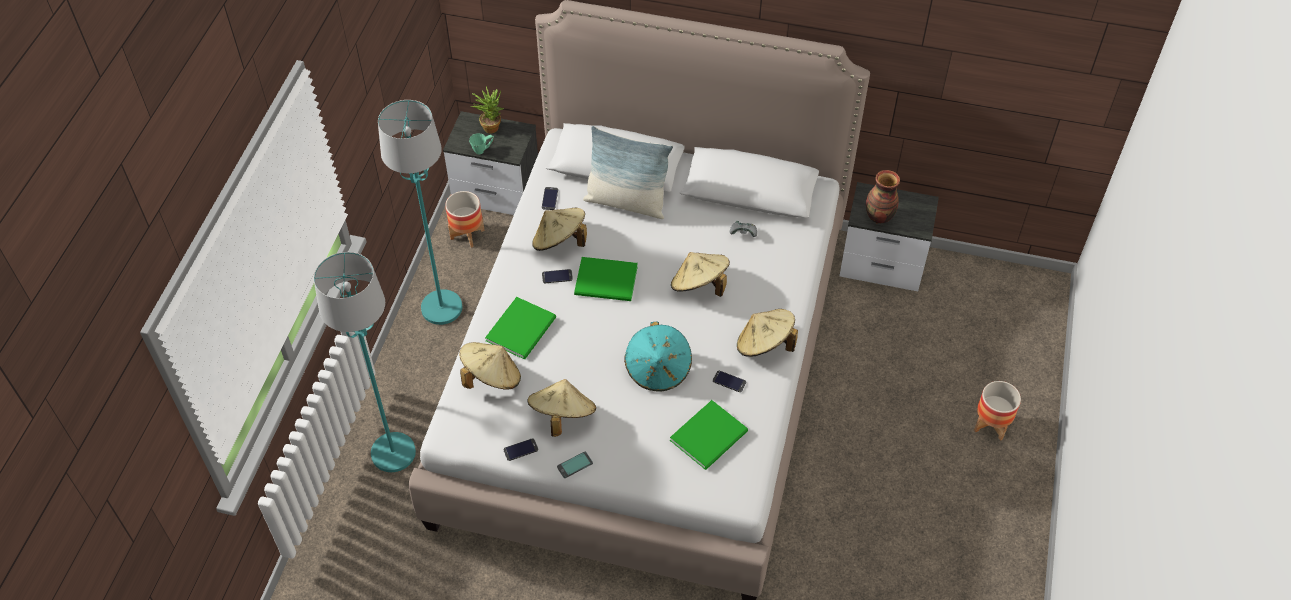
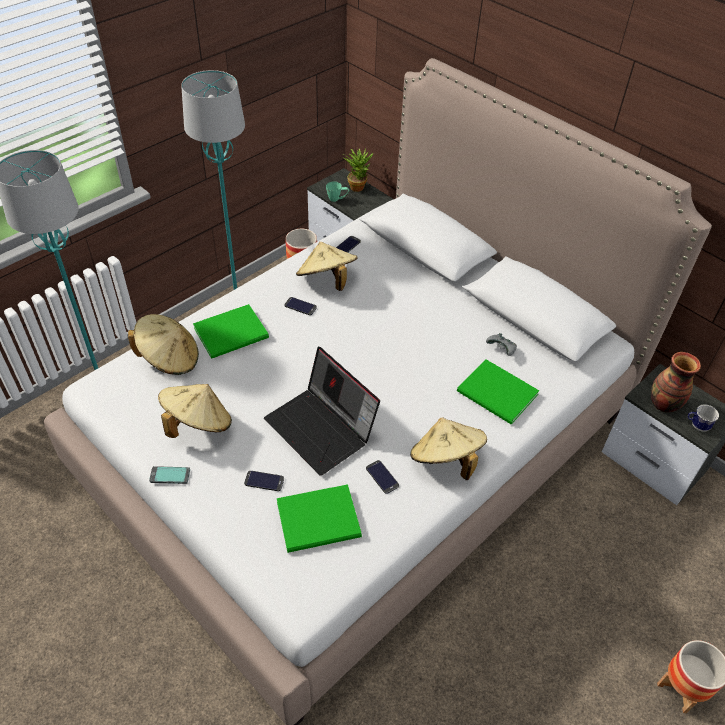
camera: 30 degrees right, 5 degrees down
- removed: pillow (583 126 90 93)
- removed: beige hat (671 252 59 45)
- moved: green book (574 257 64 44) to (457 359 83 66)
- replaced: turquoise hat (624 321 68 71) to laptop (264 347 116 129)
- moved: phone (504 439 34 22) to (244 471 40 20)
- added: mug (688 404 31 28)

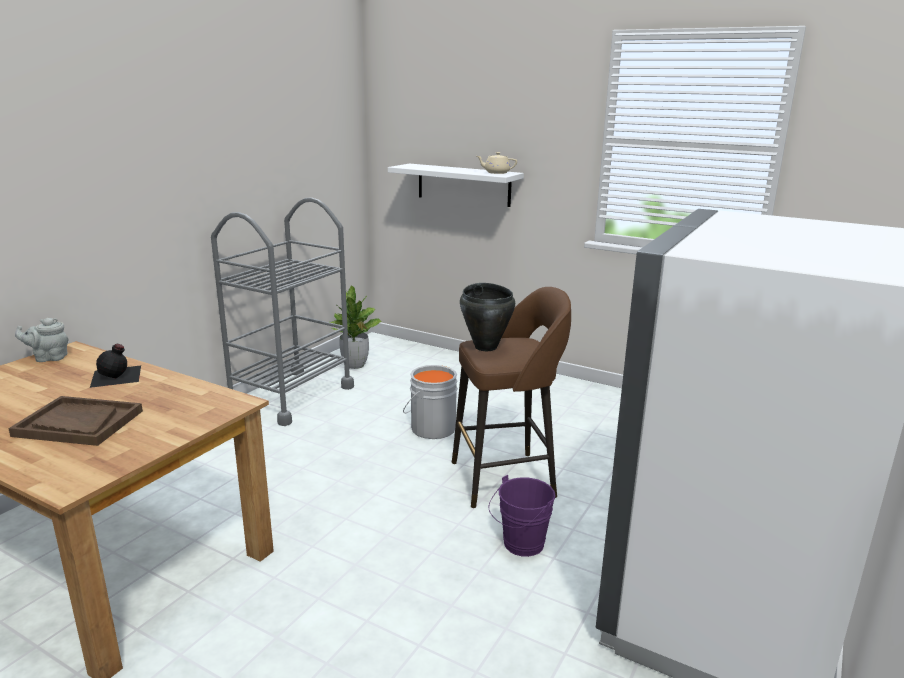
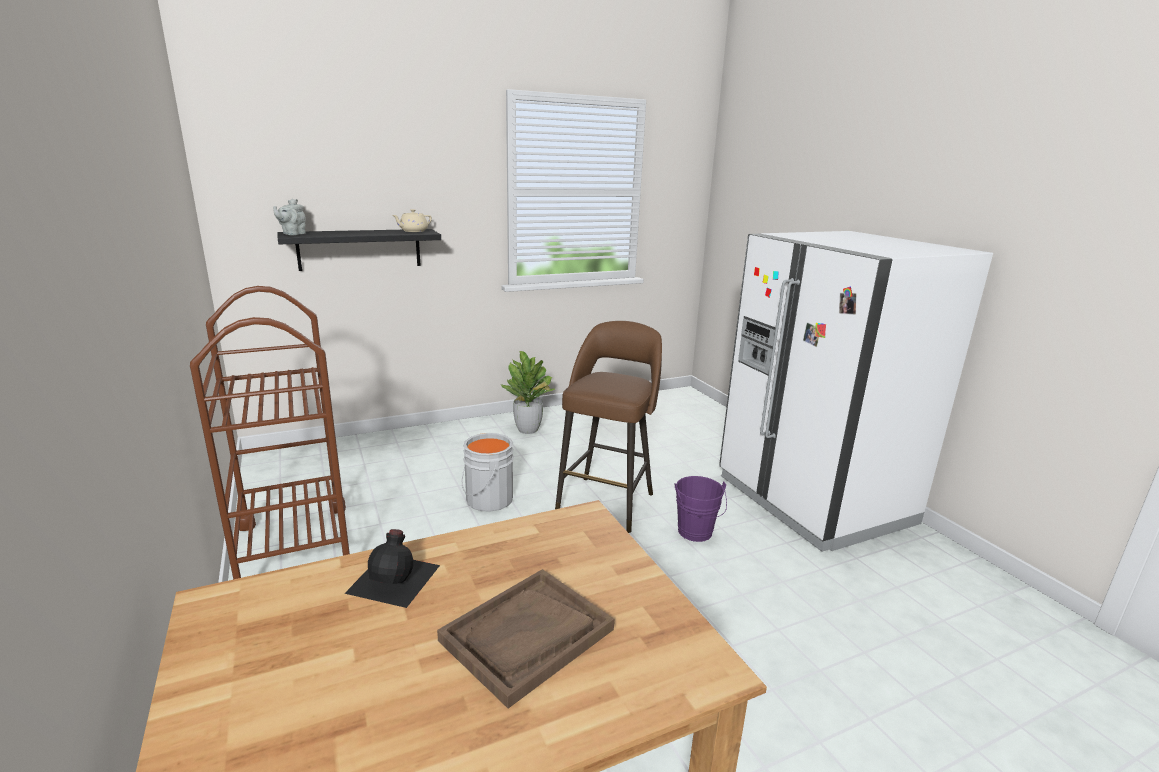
camera: 55 degrees left, 0 degrees up
- recoloured: white shelf (388 164 136 43) to black shelf (278 229 163 42)
- recoloured: grey cart (211 197 143 229) to brown cart (190 286 160 293)
- removed: black cooking pot (460 283 55 68)
- moved: potted plant (330 285 51 84) to (501 351 54 83)
- moved: grey teapot (15 318 53 44) to (273 199 33 36)

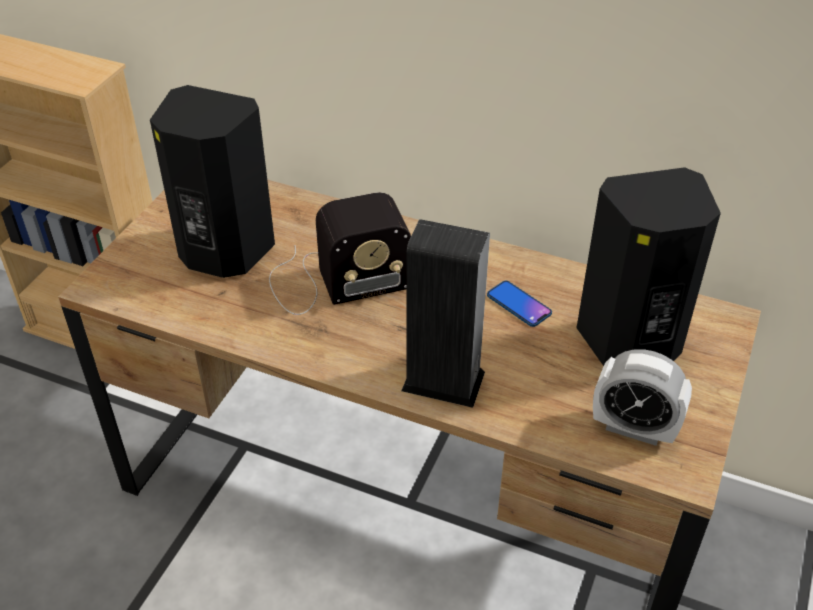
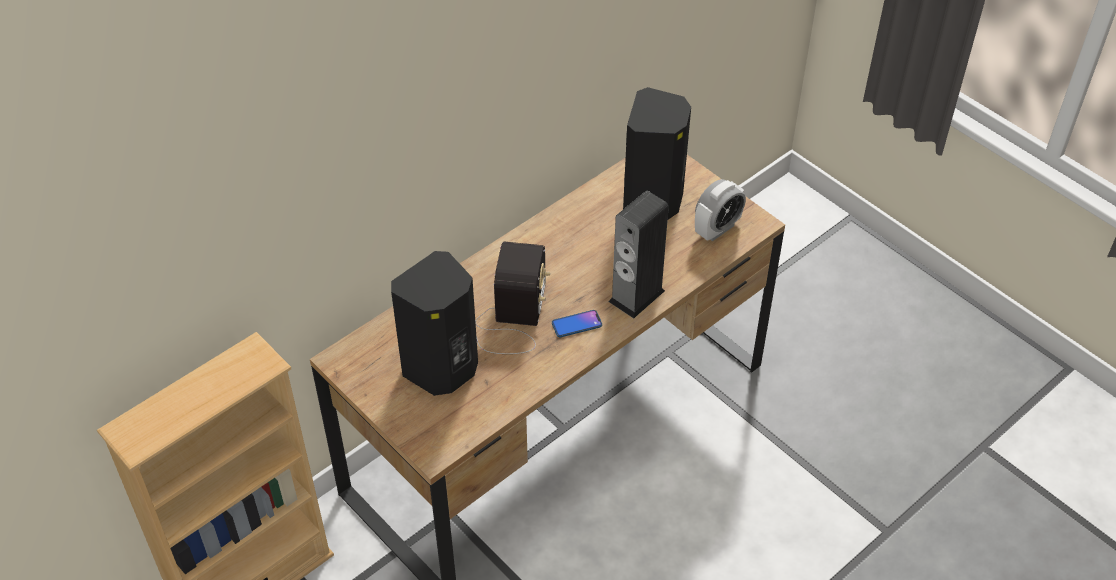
camera: 65 degrees left, 5 degrees up
- moved: phone (487 281 65 46) to (552 310 50 27)

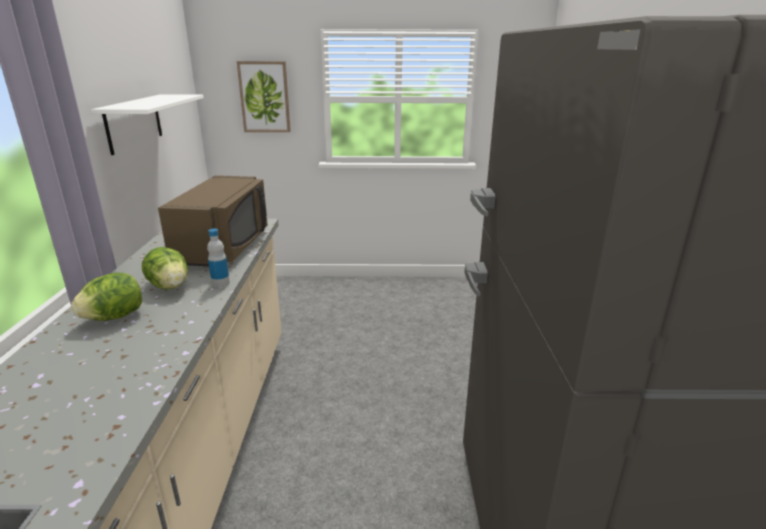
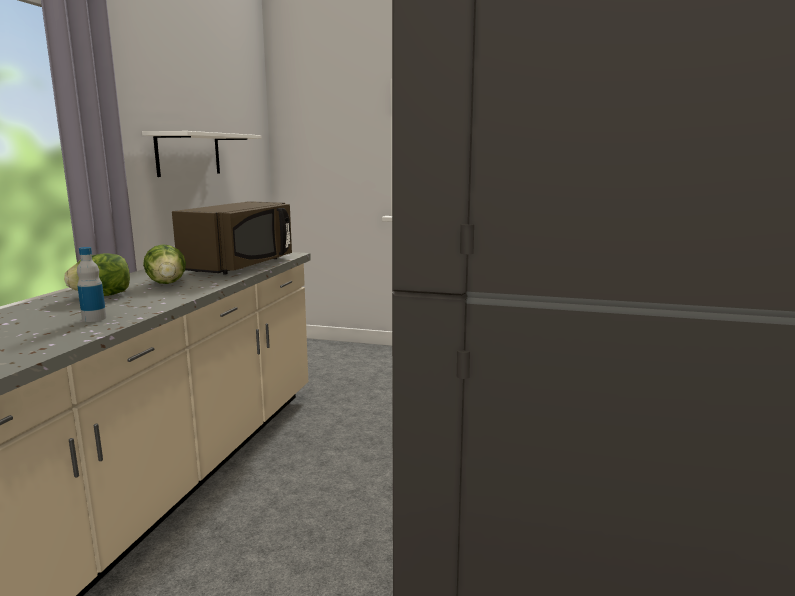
camera: 15 degrees right, 10 degrees down
- removed: picture (237 61 54 71)
- moved: bottle (207 229 23 59) to (77 247 29 75)

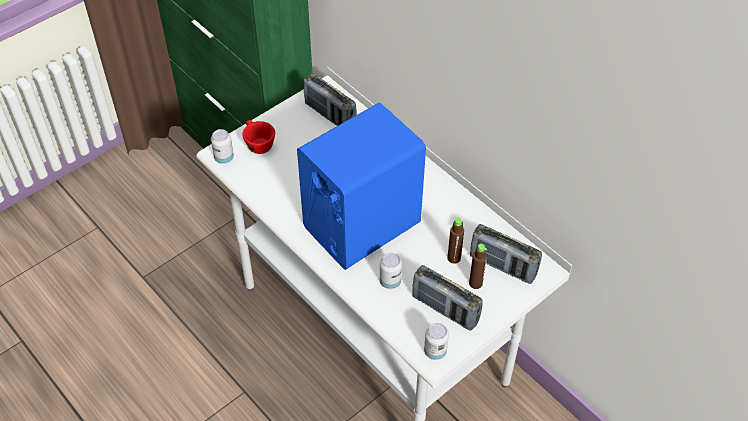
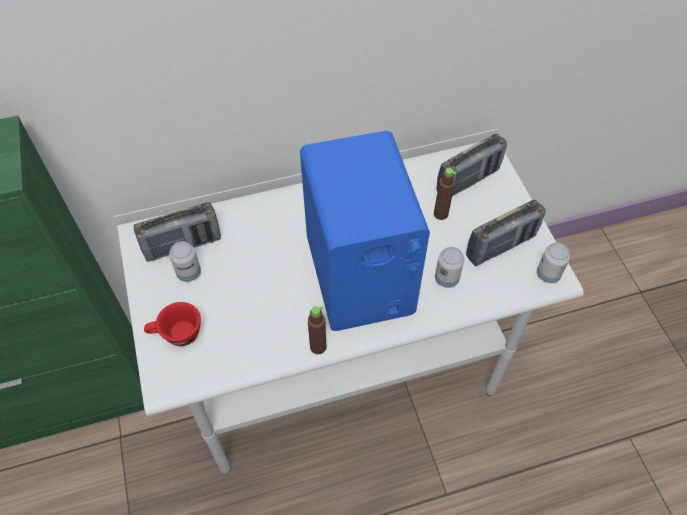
camera: 65 degrees left, 5 degrees up
- moved: can (211 129 23 35) to (169 241 32 41)
- moved: brown bottle (469 244 18 45) to (308 306 18 48)

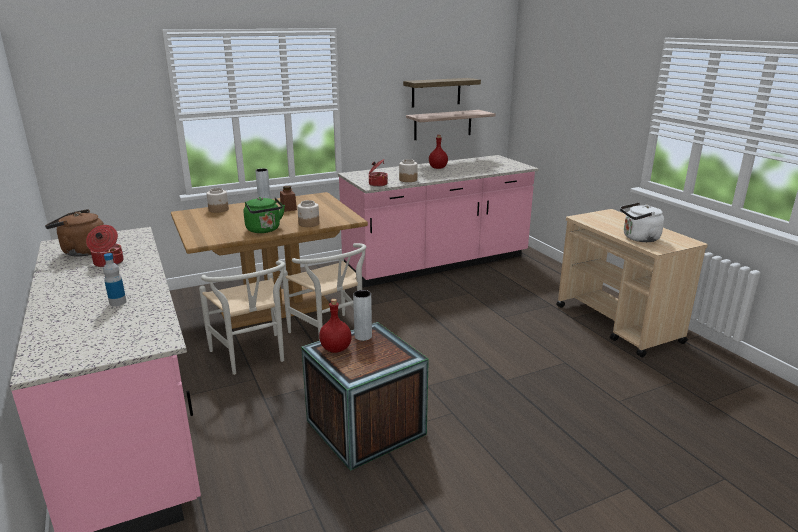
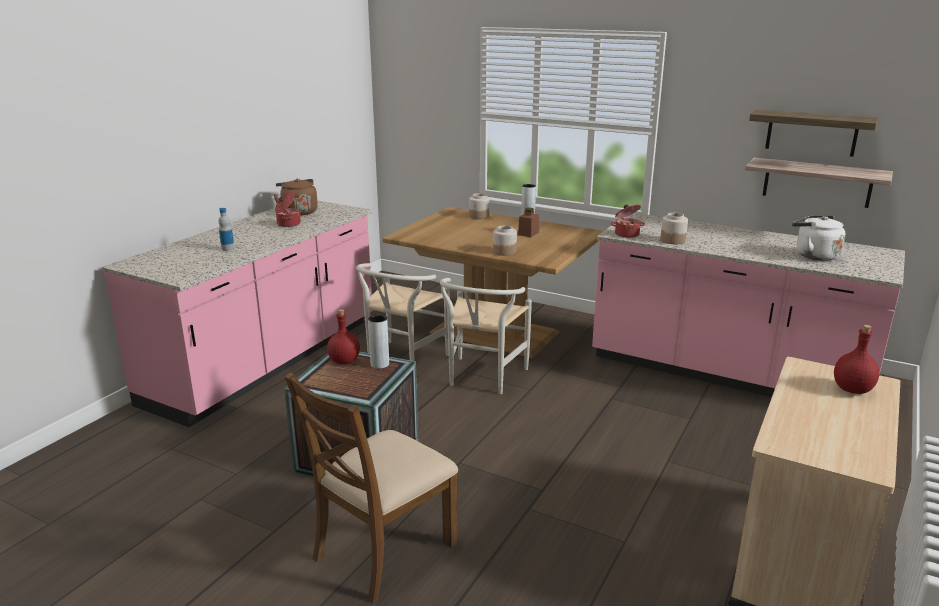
camera: 55 degrees right, 0 degrees up
- moved: red bottle (429 135 19 34) to (834 325 45 69)
- removed: green kettle (244 197 41 36)
- moved: white kettle (620 202 44 40) to (792 215 53 46)
- added: brown chair (285 372 173 232)

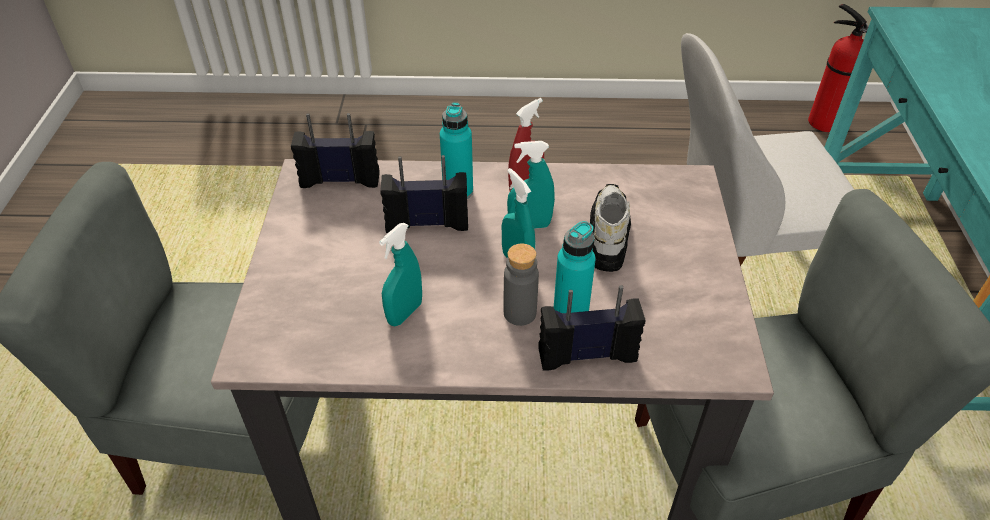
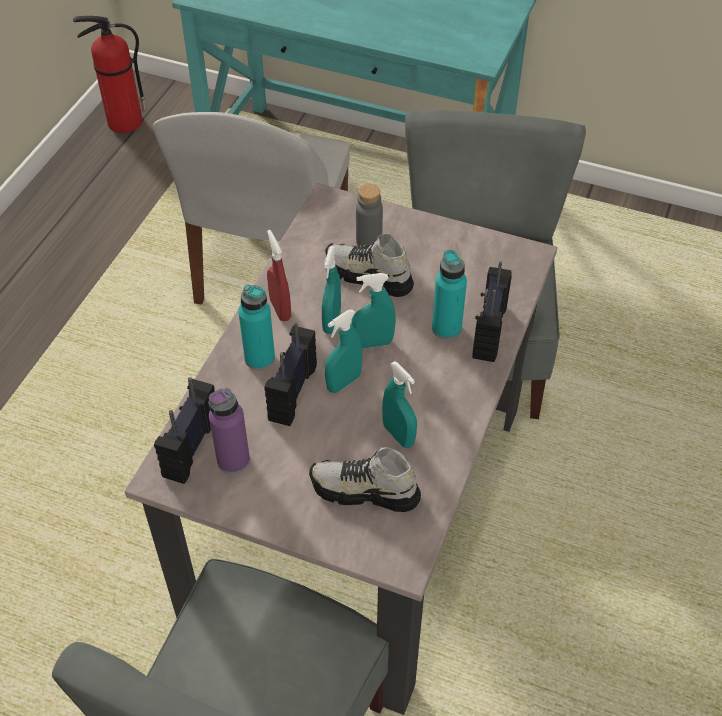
camera: 70 degrees left, 5 degrees up
- moved: grey bottle (504 244 35 82) to (356 184 27 62)
- added: turquoise spray bottle (325 309 37 84)
- added: purple bottle (208 388 42 86)
- added: shoe (309 447 112 65)

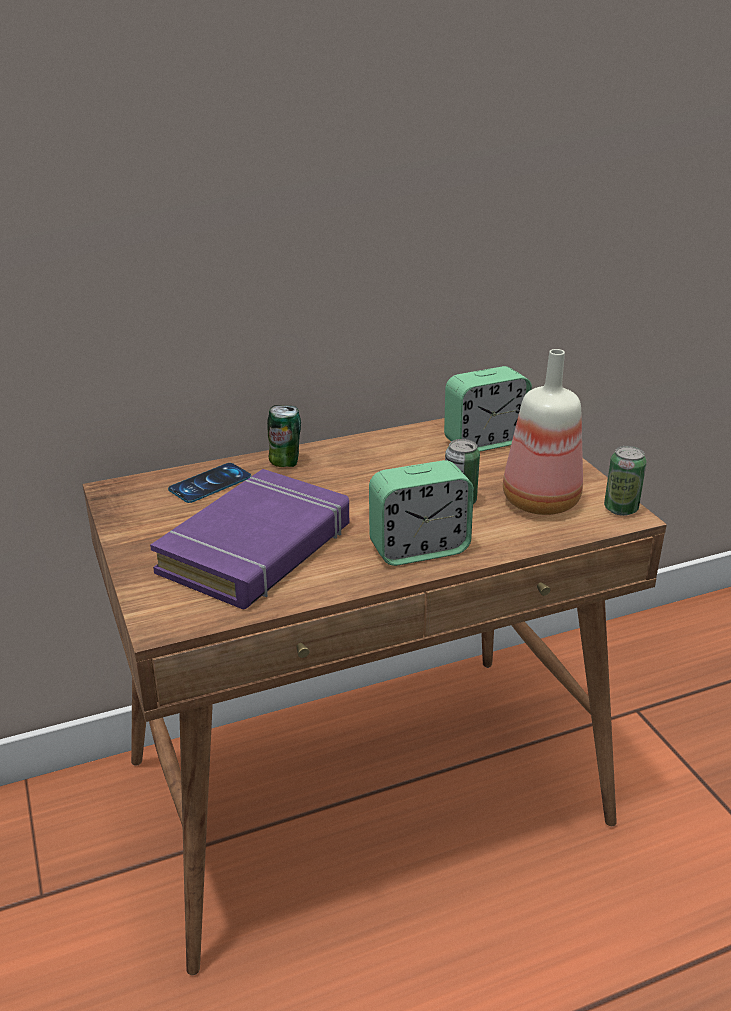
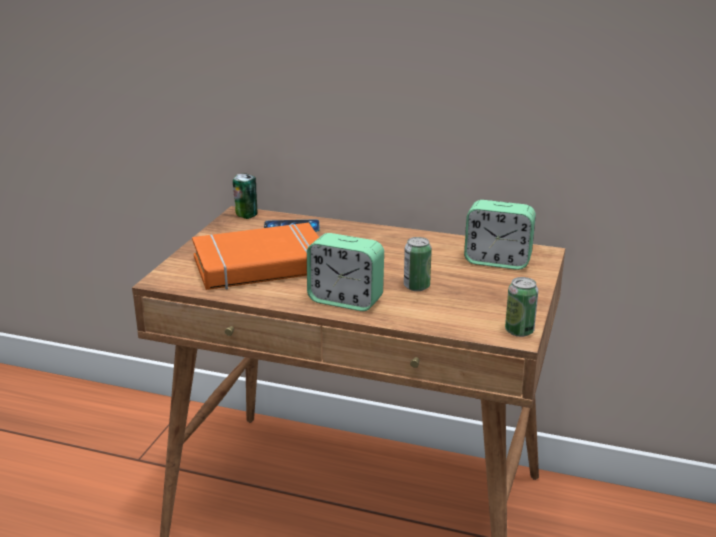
camera: 40 degrees right, 5 degrees down
- removed: bottle (503 349 80 166)
- moved: can (267 405 34 62) to (233 173 25 46)
- recoloured: purple book (150 469 199 140) to orange book (192 223 127 67)

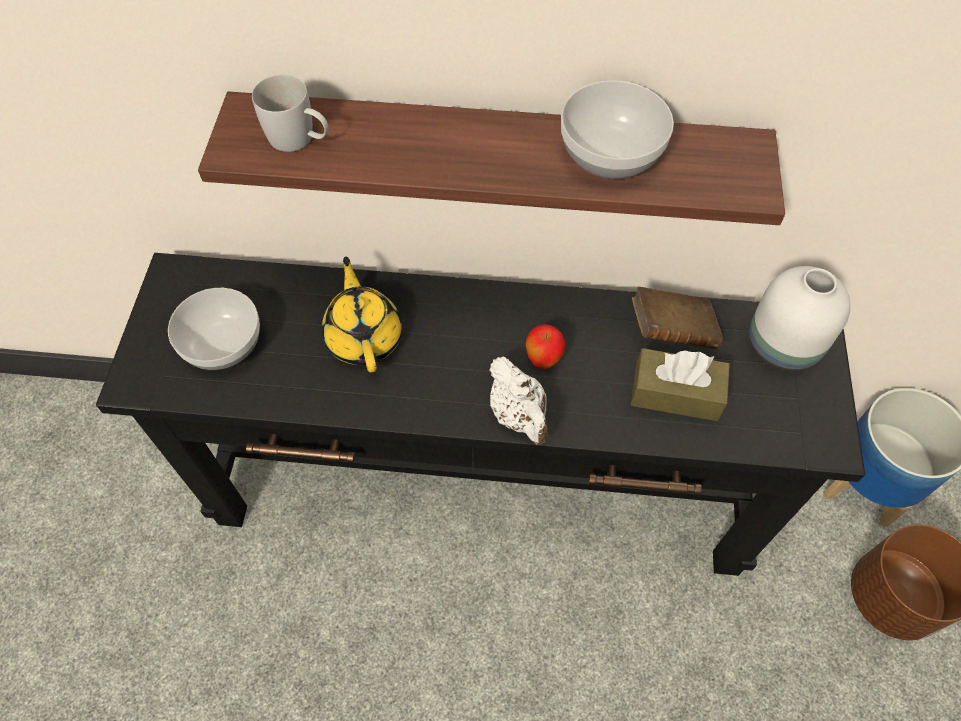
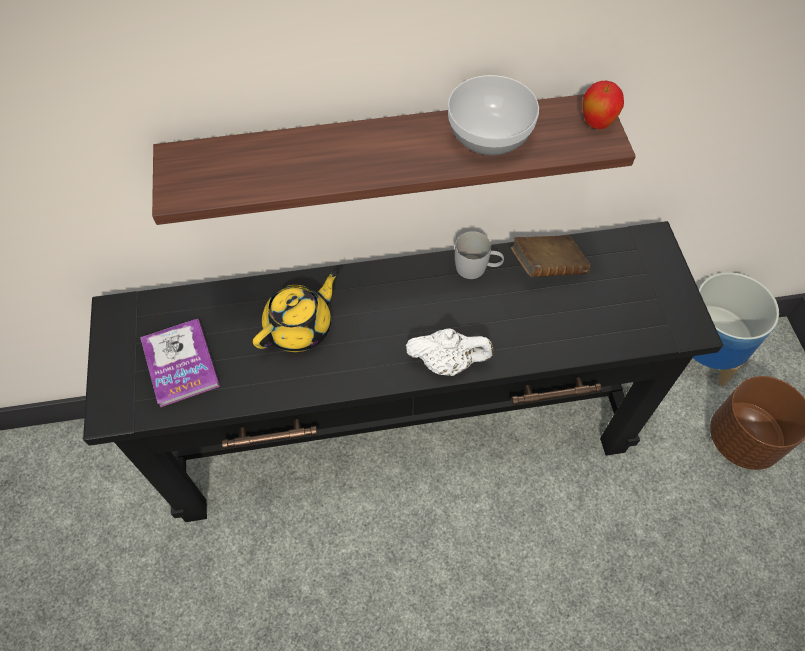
camera: 15 degrees left, 0 degrees up
- moved: white mug (252 75 77 77) to (455 231 49 48)
- turned: yellow teapot (322 257 81 115) = (253 270 86 82) 75 degrees clockwise
- removed: white vase (749 266 101 106)
- replaced: bowl (168 288 92 82) to book (140 318 80 89)
- moved: apple (526 324 39 45) to (583 81 41 48)
- removed: brown tissue box (631 348 99 73)
- turned: white teapot (489 357 59 88) = (406 328 88 48) 45 degrees counterclockwise

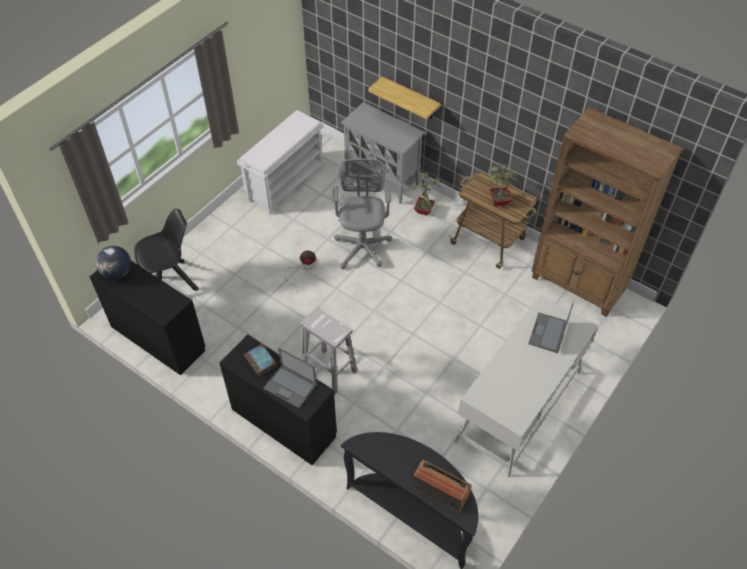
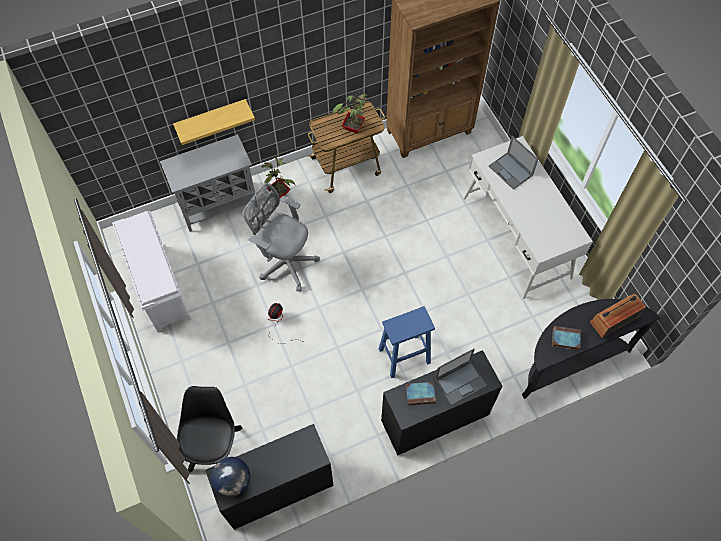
camera: 60 degrees left, 10 degrees up
- recoloured: white stool (300 307 57 88) to blue stool (379 306 56 72)
- added: book (552 326 29 24)

